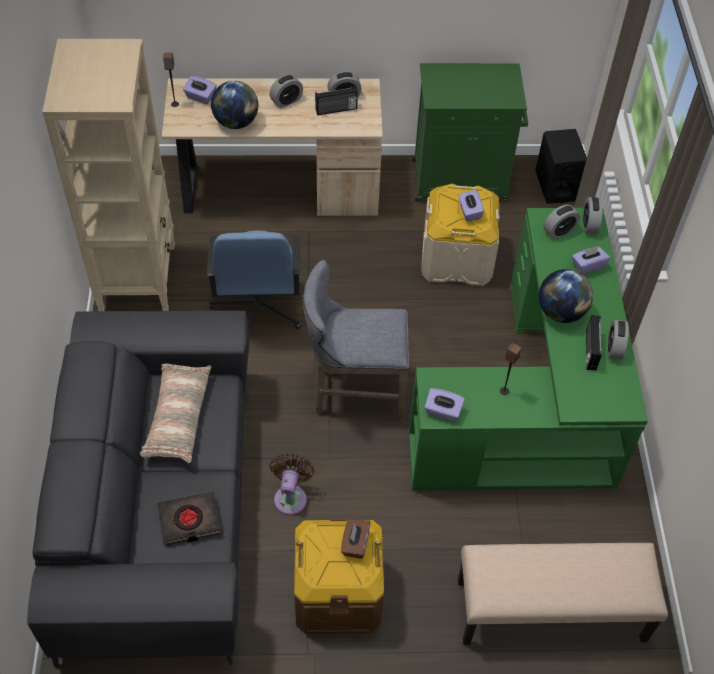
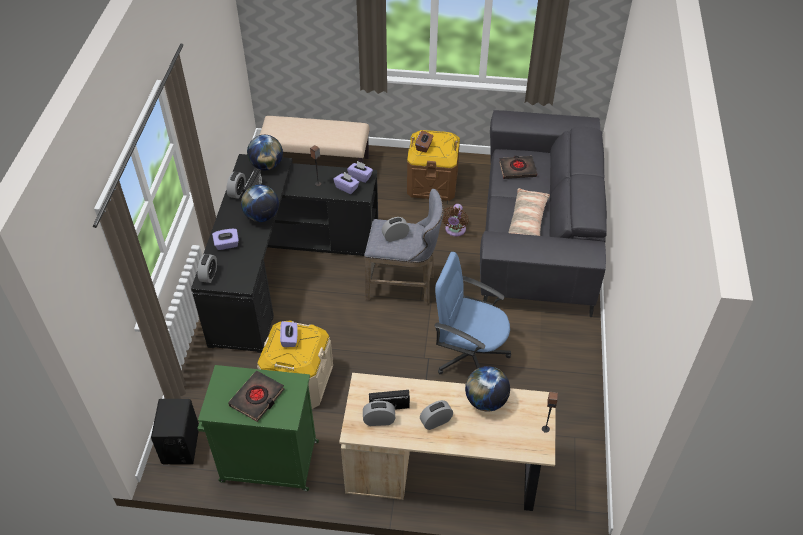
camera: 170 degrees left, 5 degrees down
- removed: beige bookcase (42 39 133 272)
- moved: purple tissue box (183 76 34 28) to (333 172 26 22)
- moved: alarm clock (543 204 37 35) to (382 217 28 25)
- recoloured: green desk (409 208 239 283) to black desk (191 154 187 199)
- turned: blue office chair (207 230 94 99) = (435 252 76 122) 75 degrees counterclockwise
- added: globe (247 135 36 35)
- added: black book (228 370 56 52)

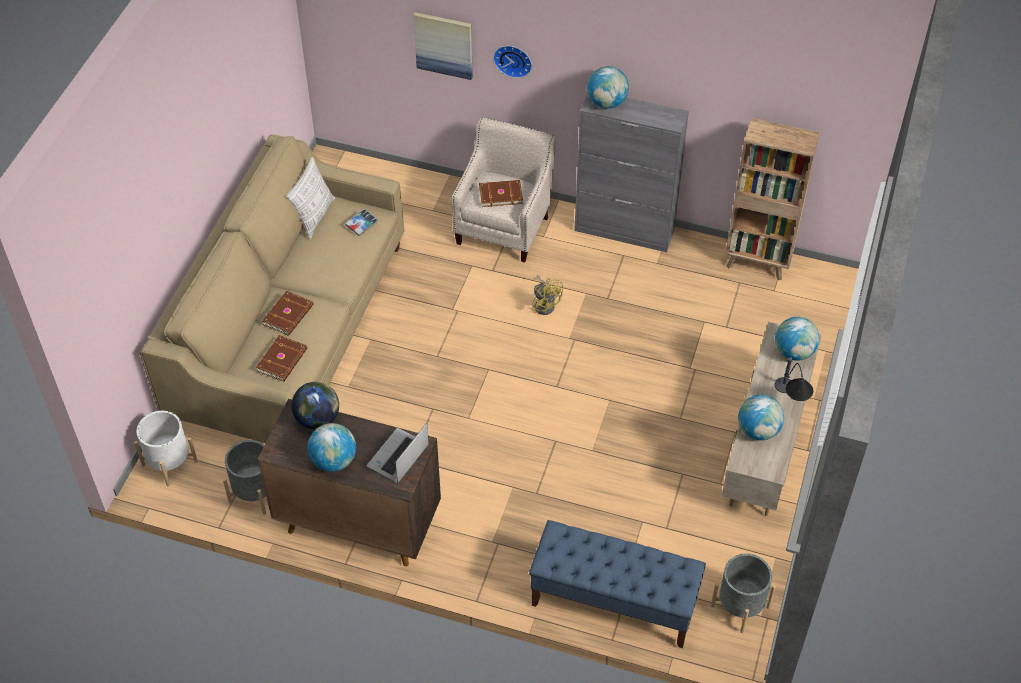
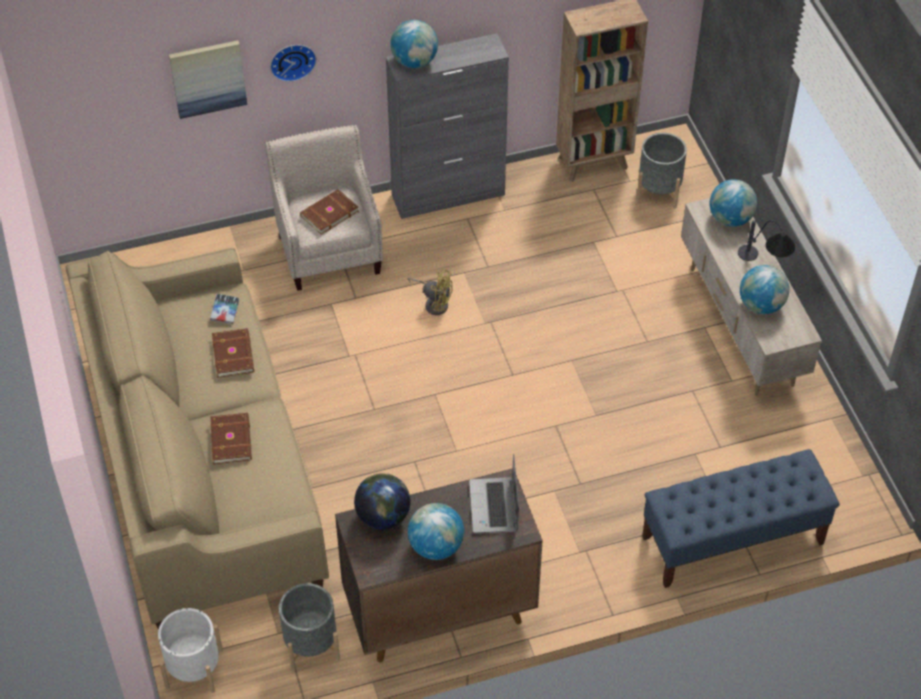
camera: 35 degrees left, 0 degrees up
- removed: pillow (286 157 49 82)
- moved: brown book (256 335 51 47) to (212 328 42 50)
- moved: grey planter (711 553 65 80) to (636 133 51 75)

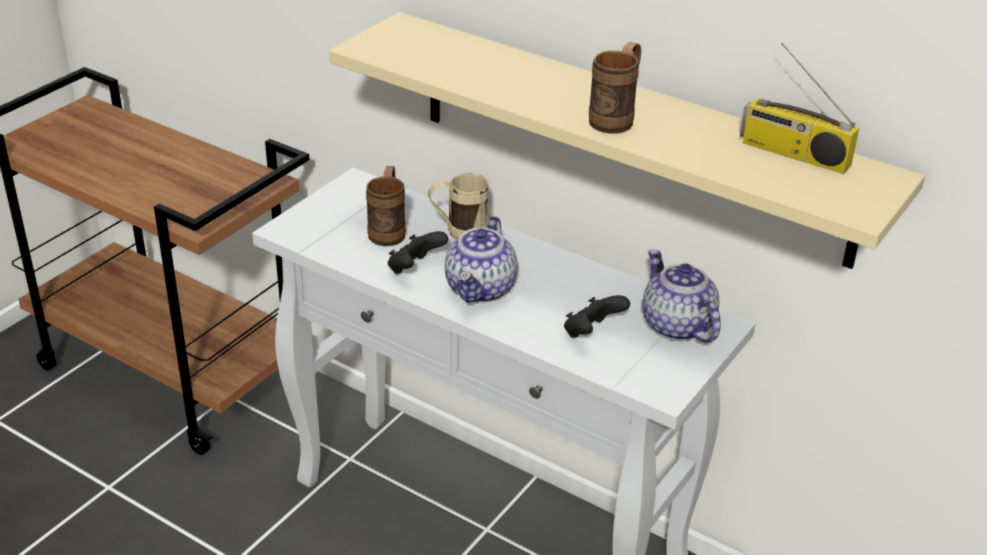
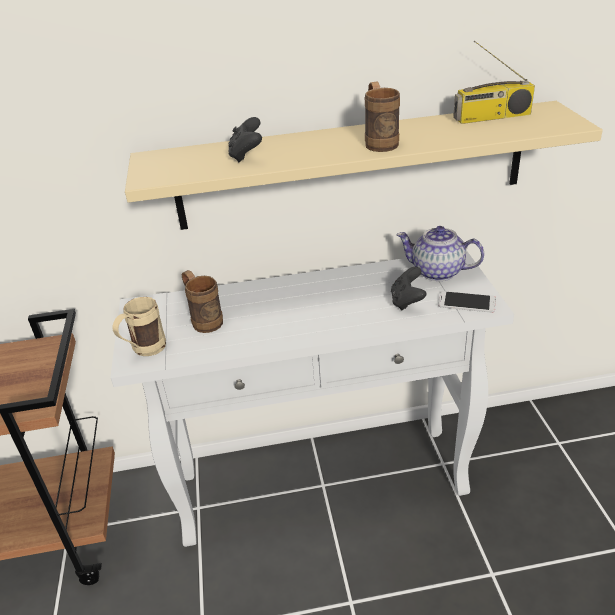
camera: 40 degrees left, 0 degrees up
- moved: beige mug (428 173 61 67) to (113 297 53 59)
- removed: teapot (445 216 73 87)
- moved: black game controller (388 231 60 43) to (228 117 34 45)
- added: phone (438 291 58 22)

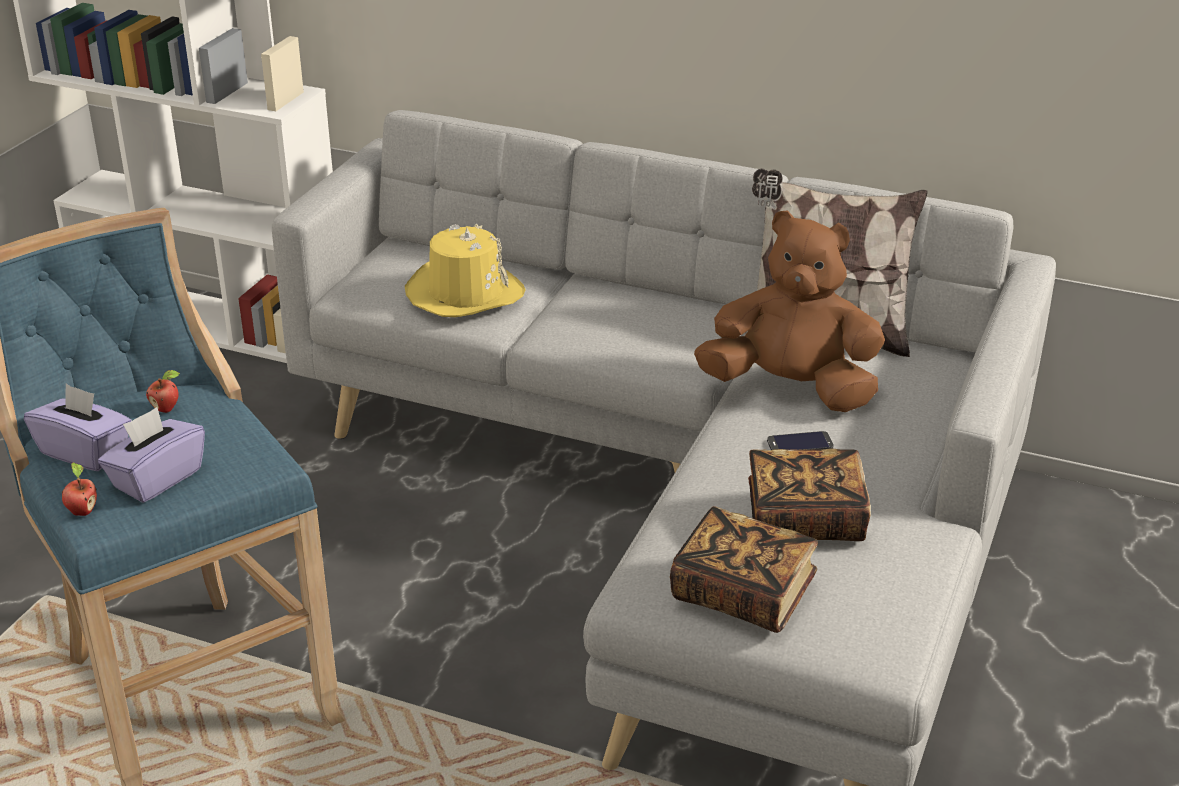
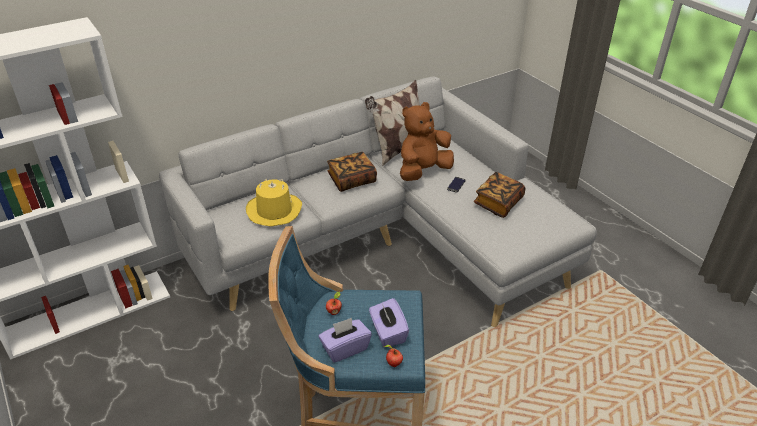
camera: 55 degrees left, 5 degrees up
- moved: book (670 506 148 127) to (327 152 50 40)

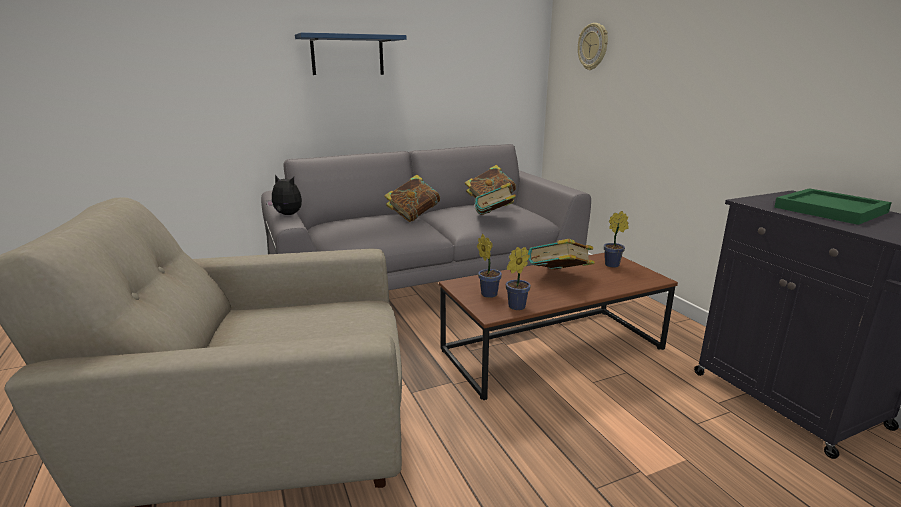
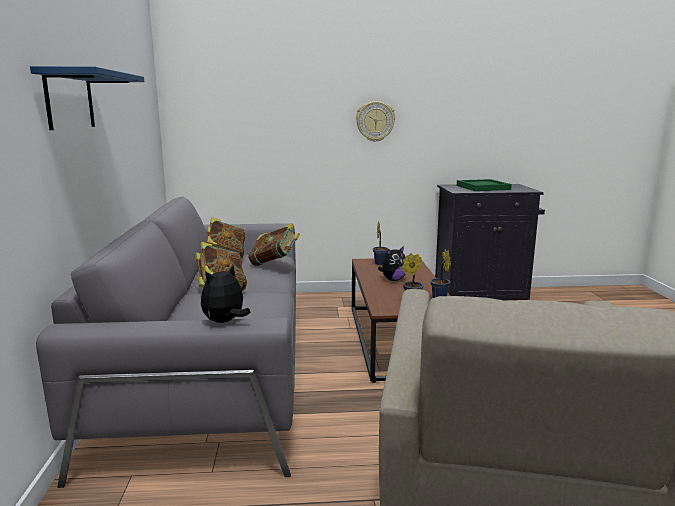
camera: 70 degrees left, 5 degrees down
- moved: wall clock (578 23 30 47) to (356 101 39 41)
- replaced: book (528 239 67 31) to plush toy (378 246 28 35)

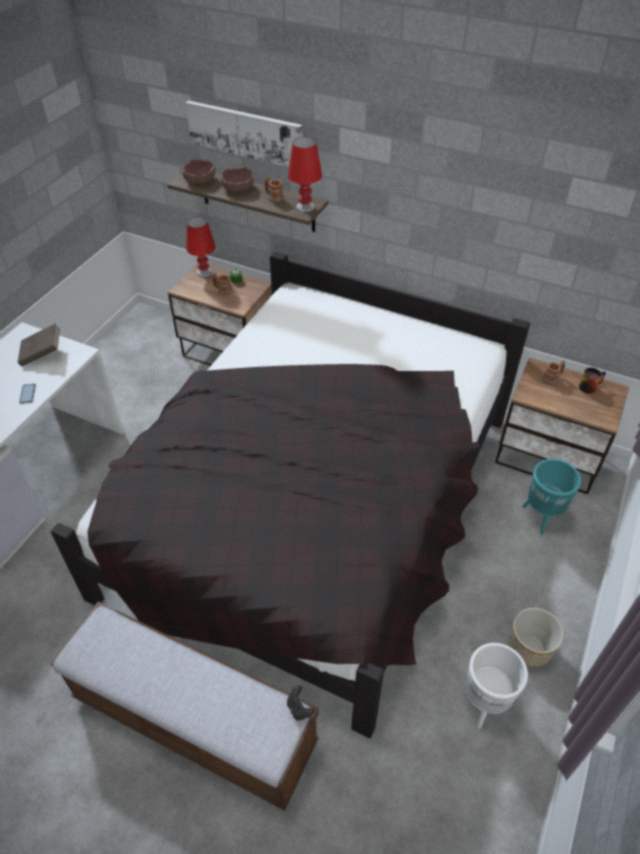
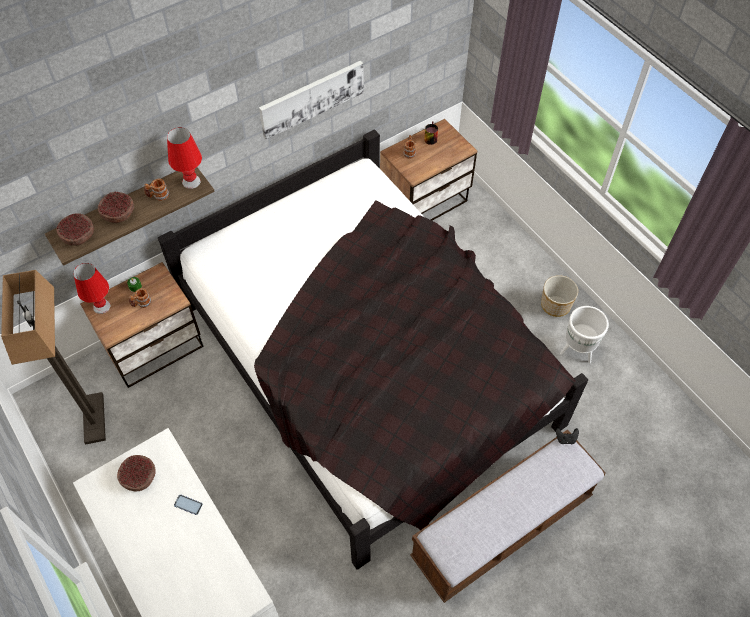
camera: 60 degrees left, 10 degrees up
- moved: picture (186 101 116 66) to (259 61 105 79)
- replaced: brown book (18 323 42 43) to bowl (117 455 39 37)
- removed: turquoise planter (522 459 59 76)
- added: floor lamp (1 270 105 174)

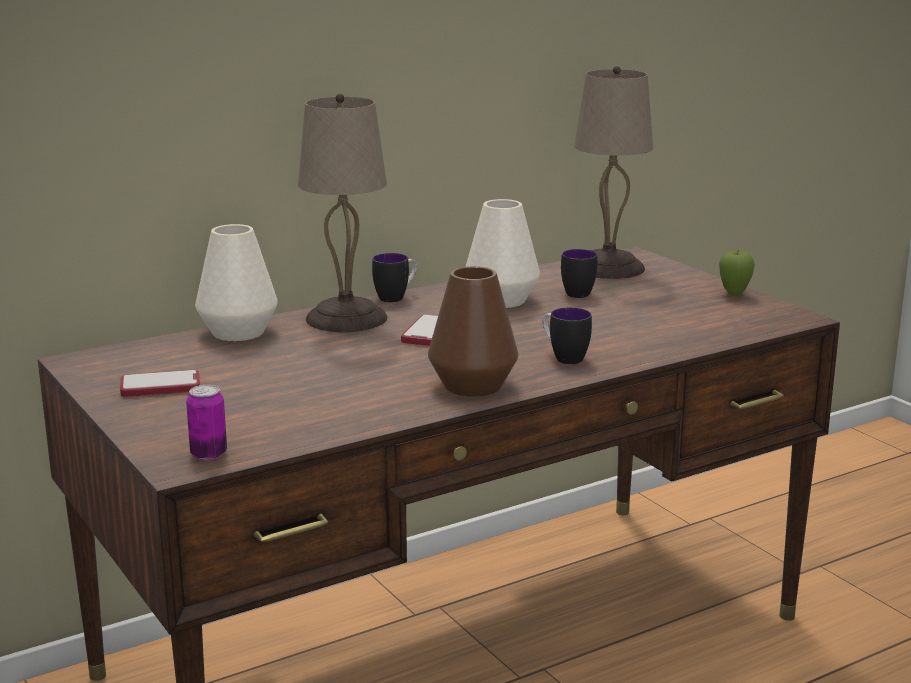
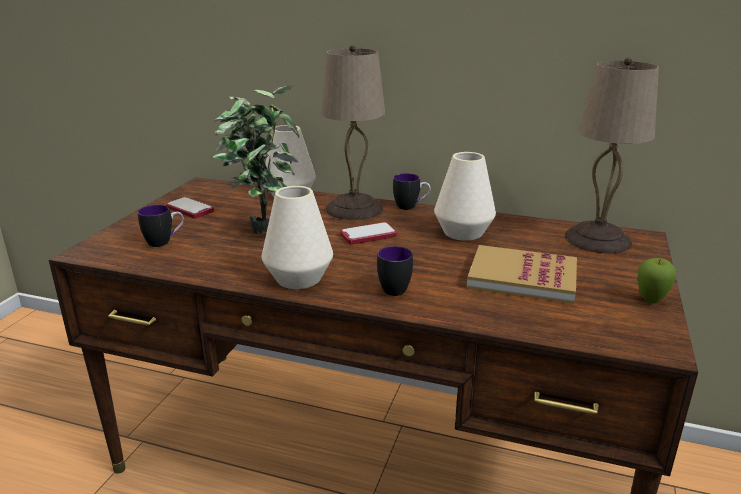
camera: 50 degrees right, 5 degrees up
- moved: mug (561 249 36 49) to (138 205 46 42)
- recoloured: brown vase (428 266 90 131) to white vase (262 186 71 103)
- removed: can (186 385 41 75)
- added: potted plant (213 86 86 148)
- added: book (467 245 110 59)

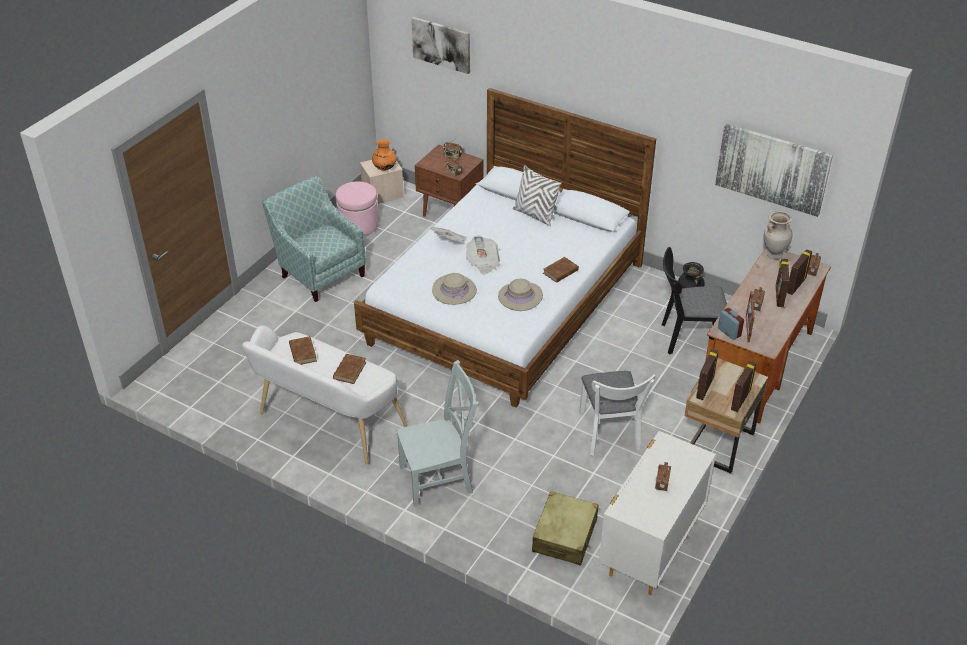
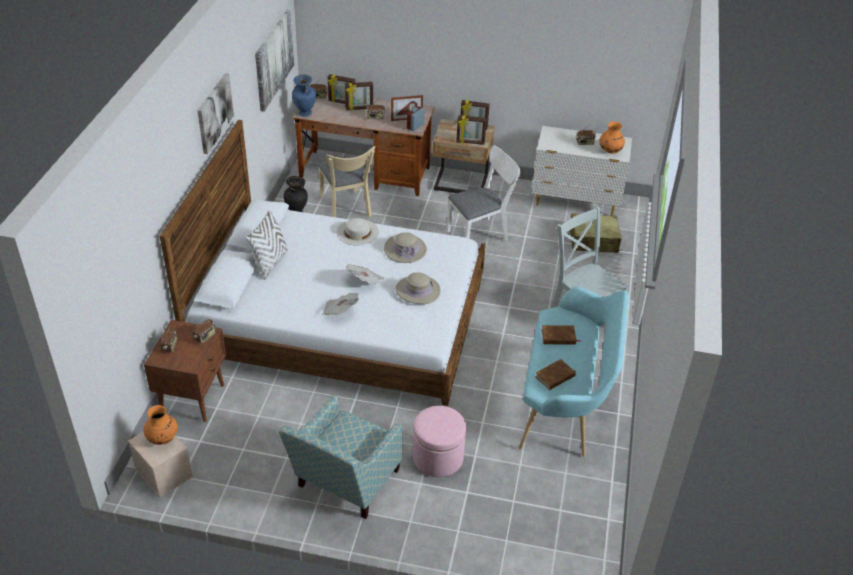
camera: 110 degrees left, 0 degrees up
- moved: picture (411 17 59 57) to (198 73 36 81)
- moved: pink ottoman (336 181 43 55) to (413 406 53 71)
- recoloured: beige vase (764 211 28 48) to blue vase (292 75 24 42)
- recoloured: black chair (662 247 65 108) to beige chair (318 146 57 71)
- replaced: brown book (543 257 36 26) to white hat (336 218 43 27)
- recoloured: white bench (242 325 165 139) to turquoise bench (519 287 110 169)
- added: orange vase (599 121 26 33)

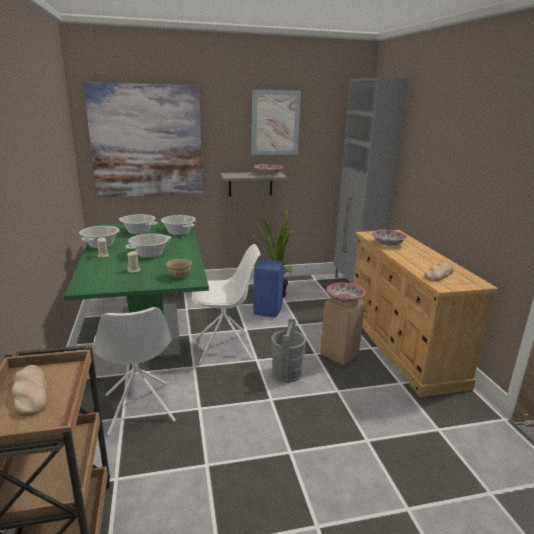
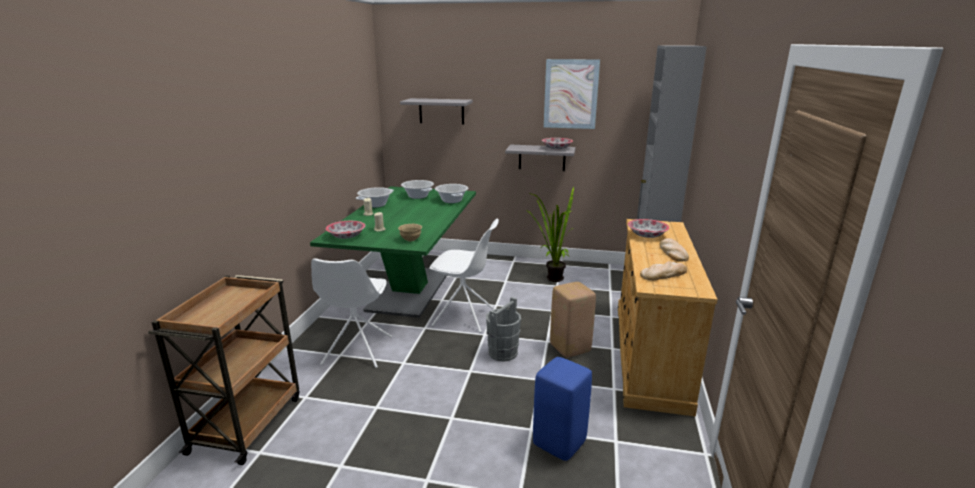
camera: 25 degrees right, 0 degrees up
- replaced: picture (83 82 119 115) to grey shelf (400 98 73 27)
- removed: cooking pot (126 233 45 25)
- moved: blue stool (253 260 31 57) to (533 357 59 104)
- moved: bowl (327 283 38 20) to (326 221 39 18)
- moved: bread (12 365 36 52) to (660 238 29 23)

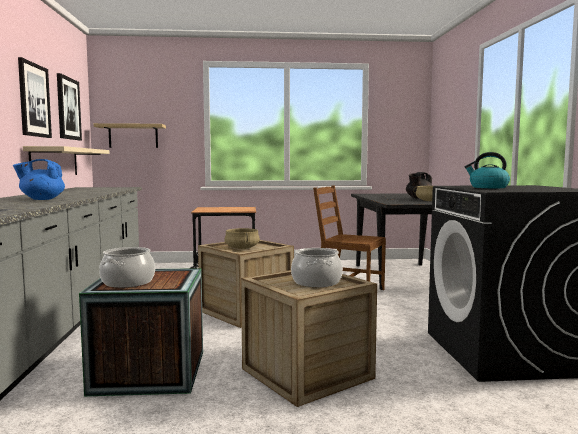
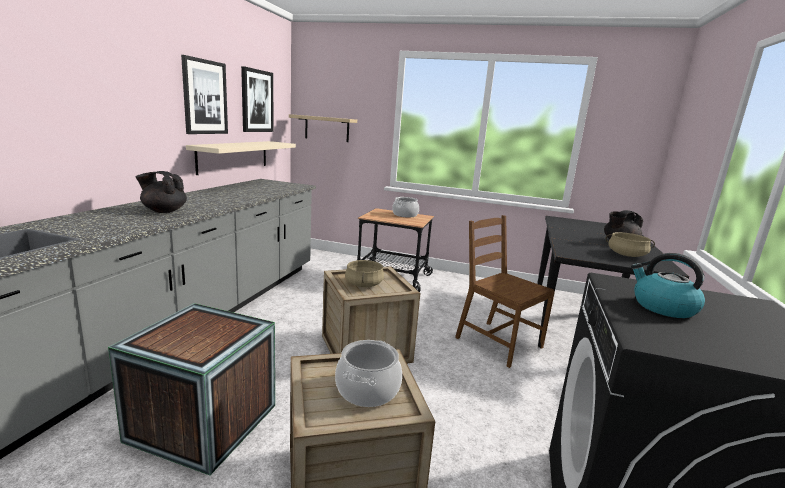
camera: 20 degrees right, 10 degrees up
- recoloured: blue teapot (13 159 52 41) to black teapot (135 171 52 42)
- moved: cooking pot (99 247 56 41) to (392 197 27 21)

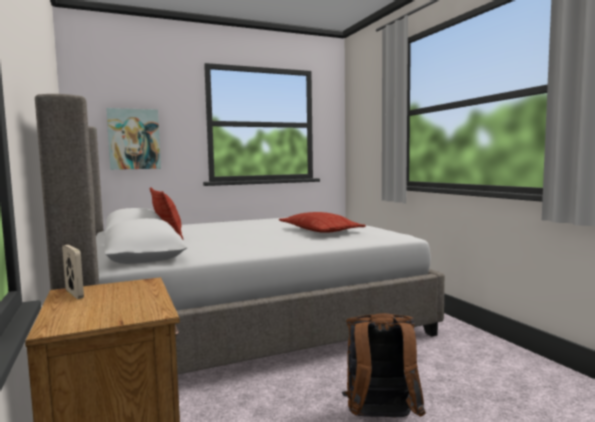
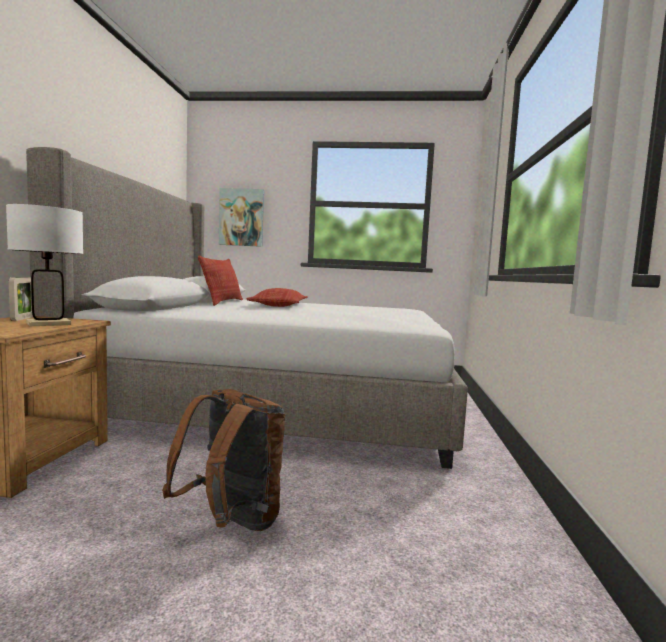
camera: 30 degrees right, 0 degrees up
- moved: pillow (279 212 87 21) to (246 288 62 19)
- added: white table lamp (6 204 77 122)

